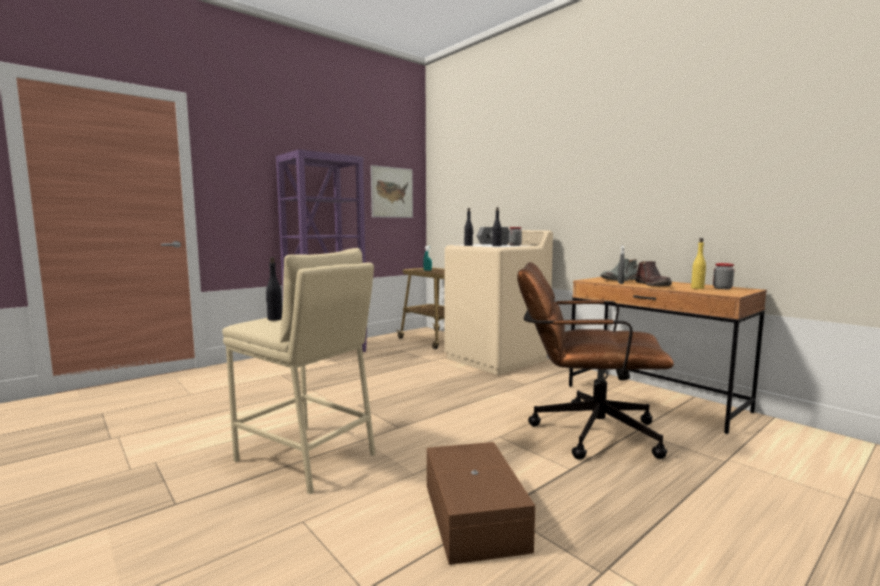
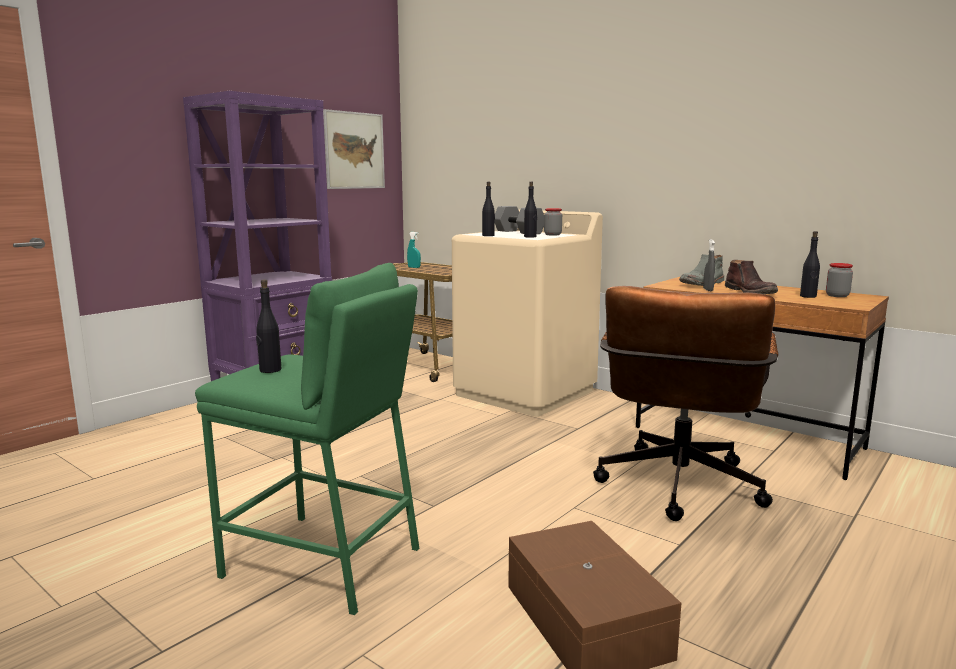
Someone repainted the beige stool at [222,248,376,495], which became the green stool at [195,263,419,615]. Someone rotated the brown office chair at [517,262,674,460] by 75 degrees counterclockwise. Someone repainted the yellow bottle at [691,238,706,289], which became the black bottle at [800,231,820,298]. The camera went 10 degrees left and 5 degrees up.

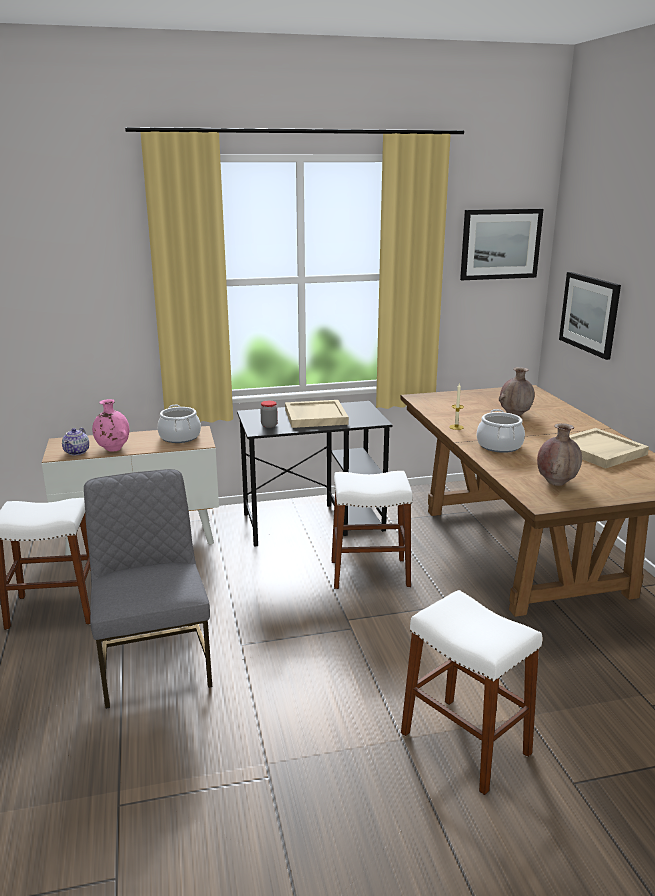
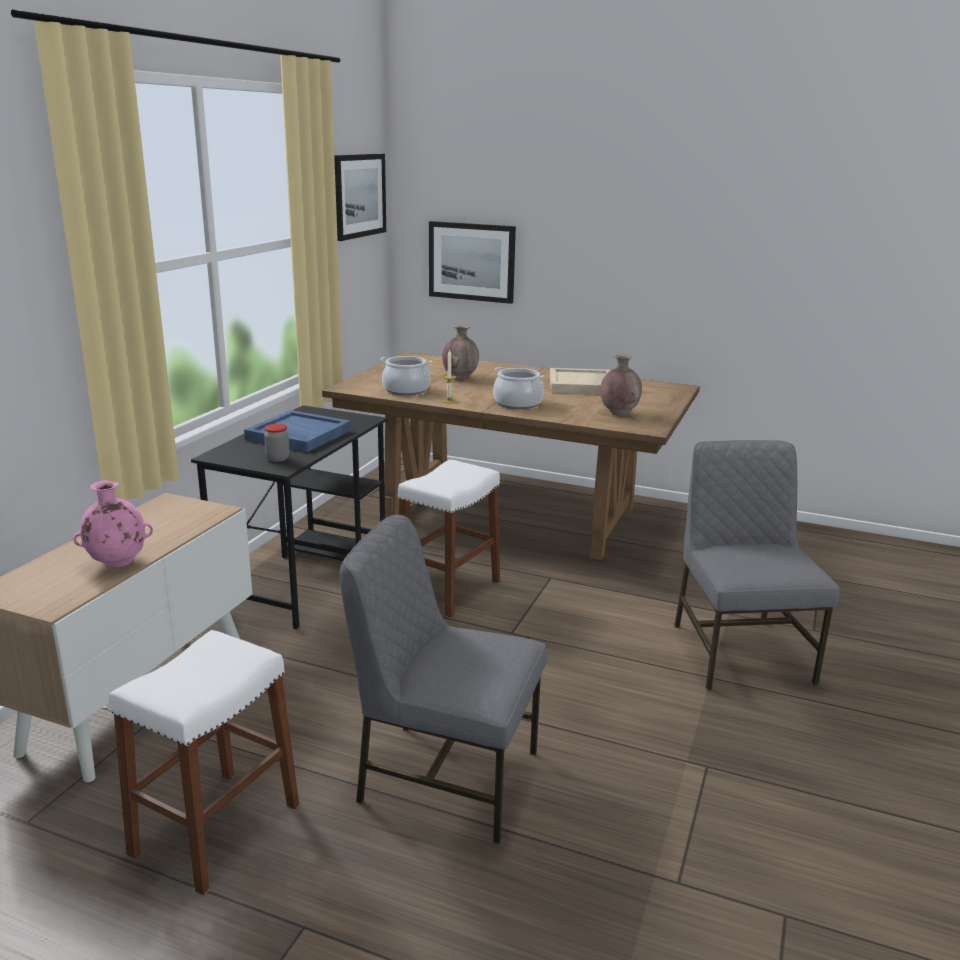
Someone repainted the beige tray at [285,400,349,428], which became the blue tray at [244,410,351,452]. Someone carried the cooking pot from [157,405,201,443] to [380,356,432,395]. Someone swapped the white stool at [401,590,542,795] for the grey chair at [674,440,840,690]. Someone took away the teapot at [62,428,89,455]. The camera went 55 degrees left and 0 degrees up.

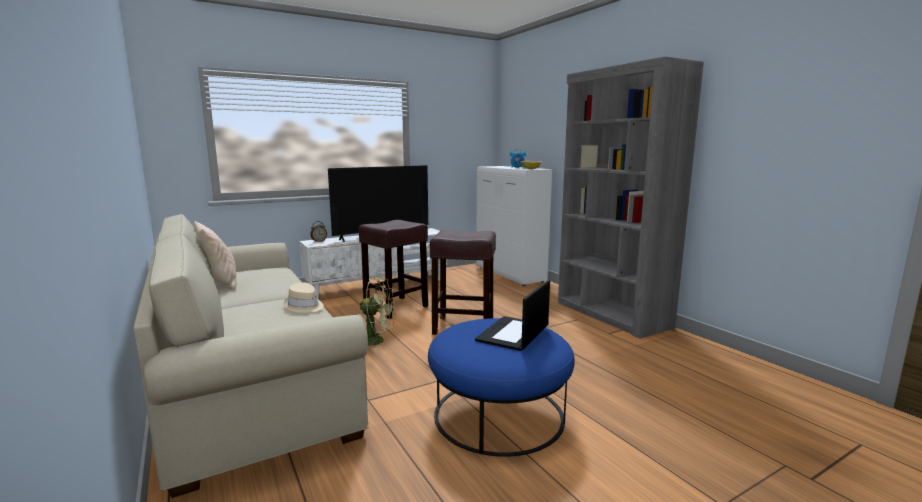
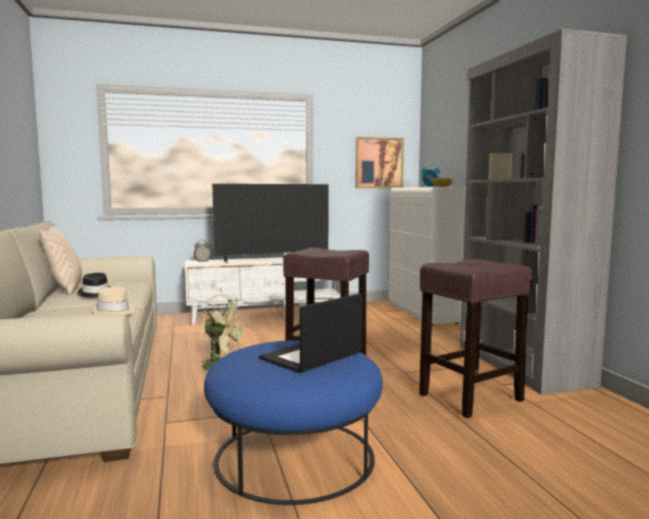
Someone put down the black hat at [78,273,111,298]. Someone put up the picture at [355,137,404,188]. Someone carried the brown stool from [358,220,428,319] to [419,259,532,418]. The camera went 15 degrees right and 5 degrees down.

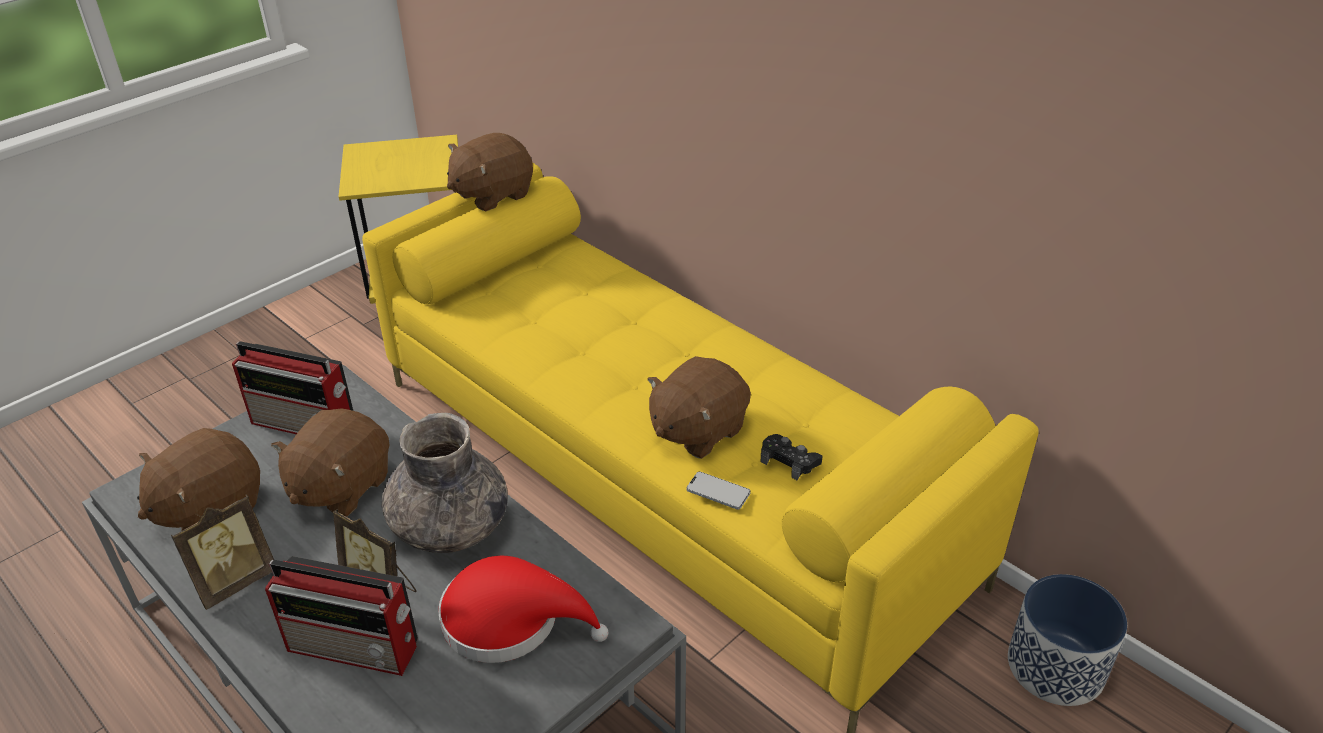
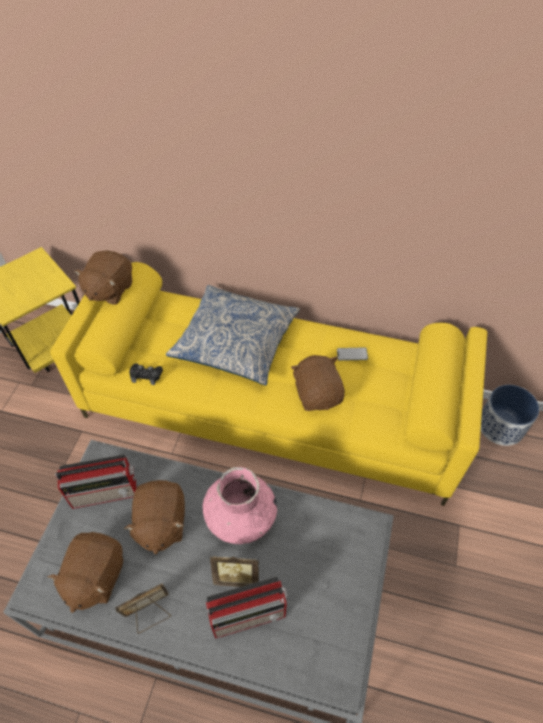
Someone rotated the picture frame at [170,495,274,610] by 135 degrees counterclockwise. Someone carried the black game controller from [760,434,823,481] to [129,363,163,385]. Someone put down the pillow at [166,285,300,385]. Someone repainted the grey vase at [381,413,508,553], which became the pink vase at [203,467,277,544]. Someone rotated the brown plush toy at [647,356,751,459] by 150 degrees clockwise. Someone carried the phone from [686,471,751,510] to [337,347,368,361]. Someone took away the red hat at [438,556,608,663]. The camera went 30 degrees left and 15 degrees up.

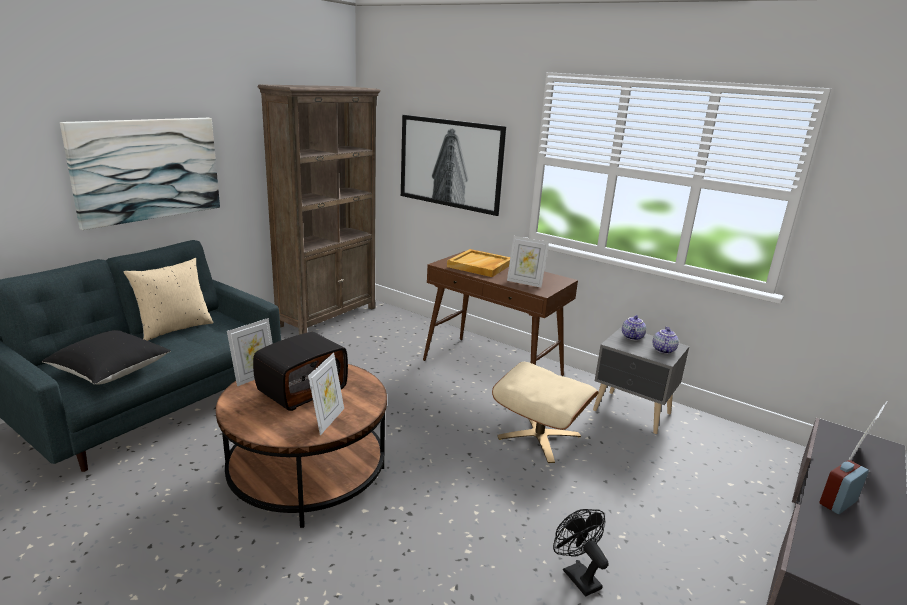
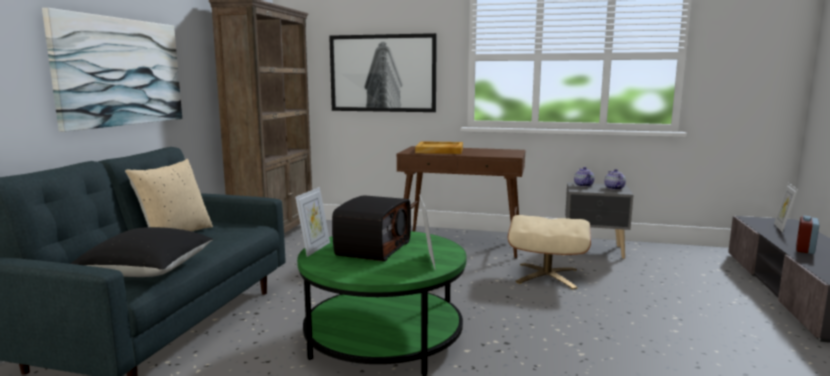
Someone repainted the brown coffee table at [216,364,387,528], which became the green coffee table at [297,231,467,376]. Someone took away the picture frame at [507,236,549,288]. Someone took away the black fan at [553,509,609,596]. The camera went 20 degrees left and 10 degrees down.

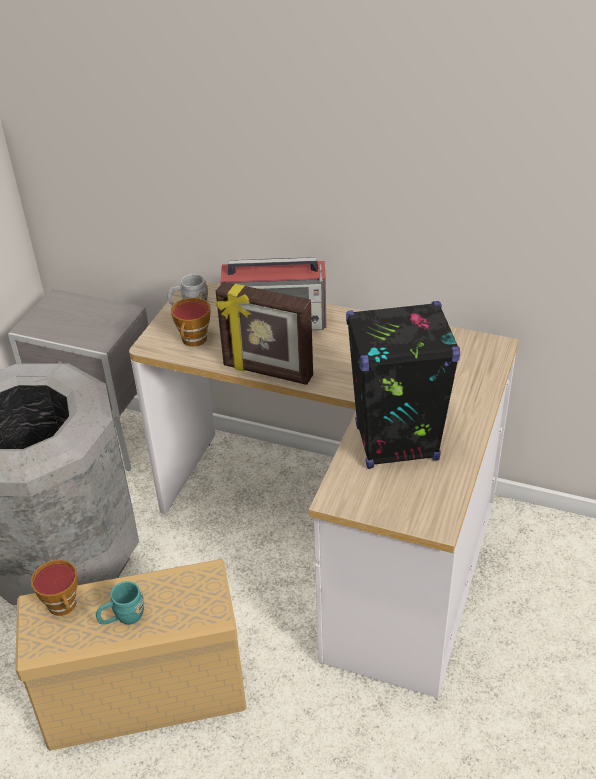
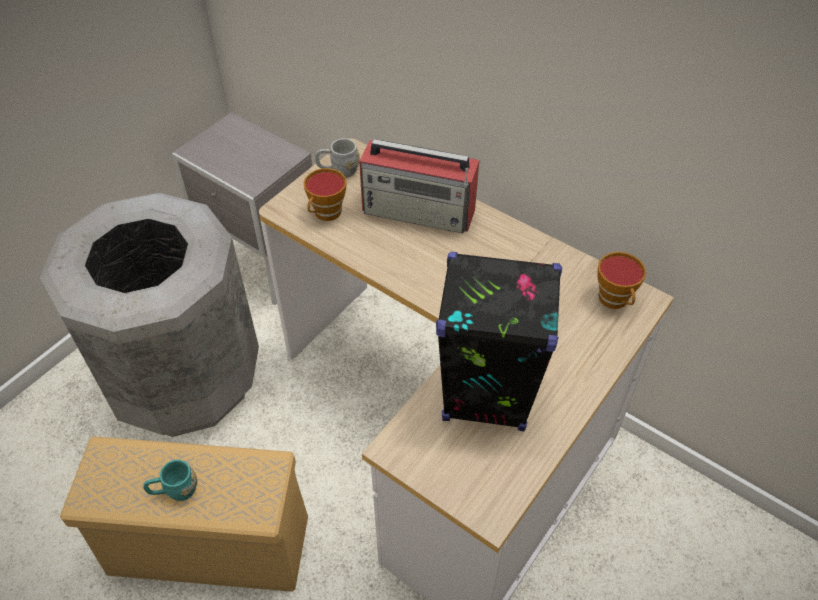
Someone carried the cup from [31,560,78,616] to [597,252,646,309]. Someone took away the picture frame at [216,281,313,385]. The camera went 15 degrees right and 10 degrees up.

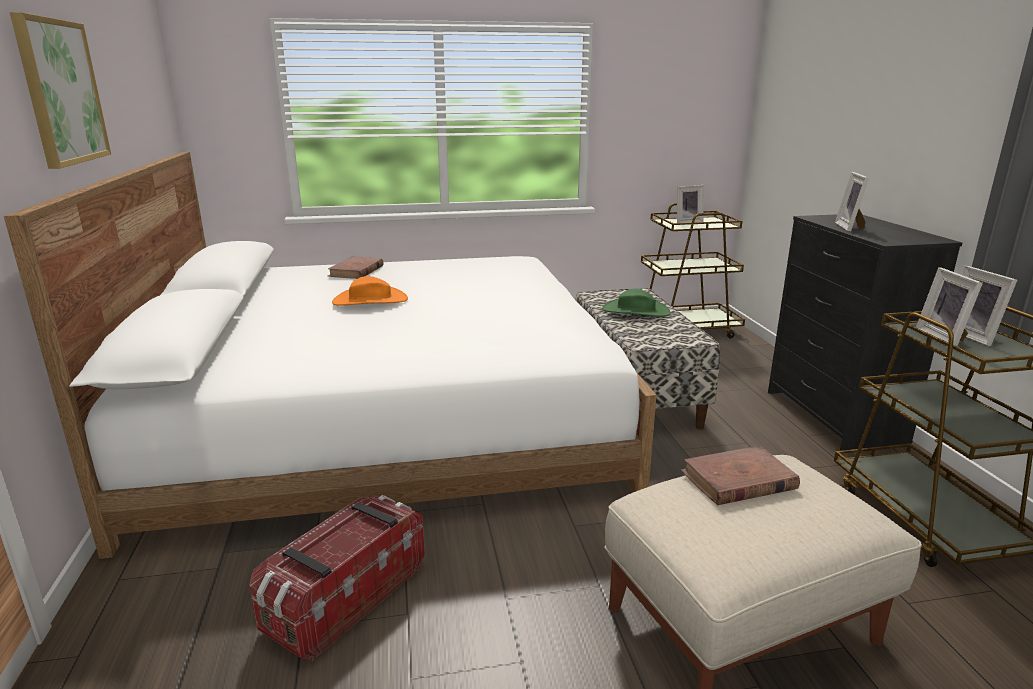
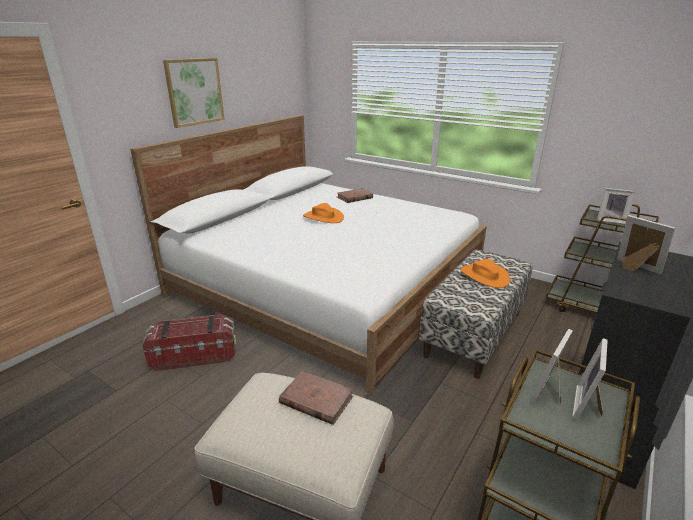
Someone repainted the green hat at [602,289,671,317], which became the orange hat at [461,259,510,288]. Someone rotated the picture frame at [835,172,869,232] by 90 degrees clockwise. The camera went 45 degrees right and 5 degrees up.

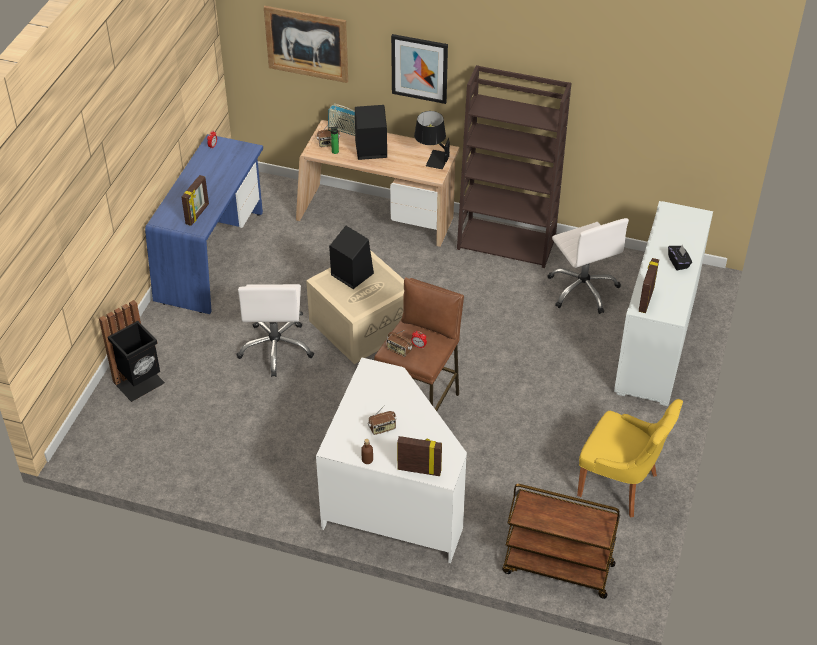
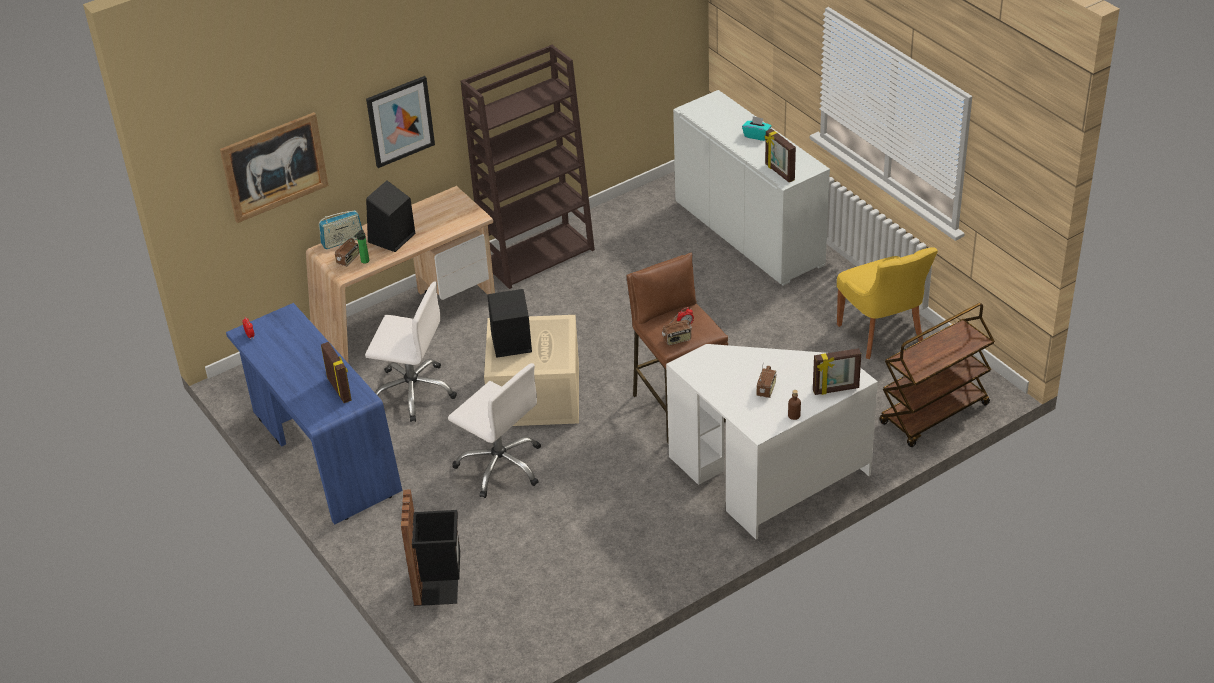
Someone carried the white office chair from [547,218,629,314] to [365,282,457,422]. Someone repainted the black tissue box at [668,245,692,270], which became the turquoise tissue box at [742,116,772,141]. Someone rotated the picture frame at [397,436,442,476] by 150 degrees counterclockwise. Someone rotated the yellow chair at [577,399,683,518] by 90 degrees clockwise. Someone took away the black table lamp at [414,111,450,169]. The camera went 50 degrees left and 5 degrees down.

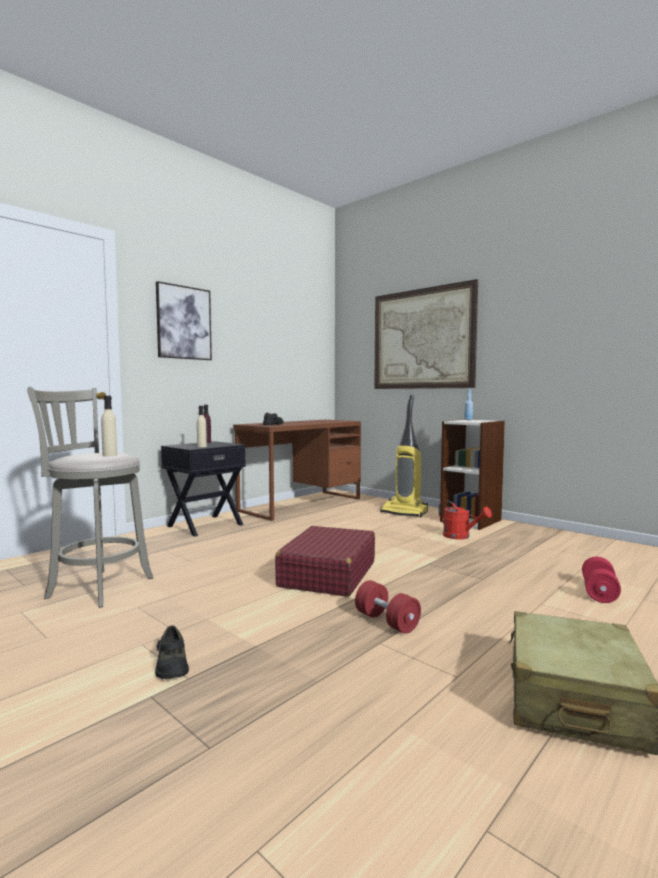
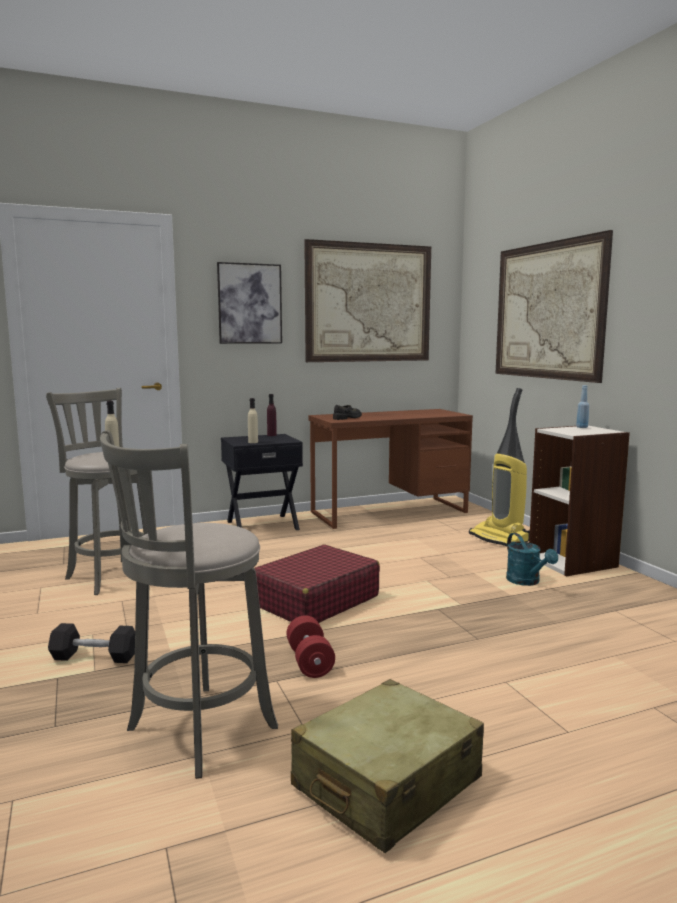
Someone swapped the black shoe at [155,625,189,679] for the black dumbbell at [48,623,135,663]. Someone put down the grey stool at [100,430,278,779]. Someone put up the picture at [304,239,431,362]. Someone repainted the red watering can at [438,500,492,540], which became the turquoise watering can at [506,533,558,586]. Someone took away the red dumbbell at [582,557,621,603]. The camera went 25 degrees right and 5 degrees up.

